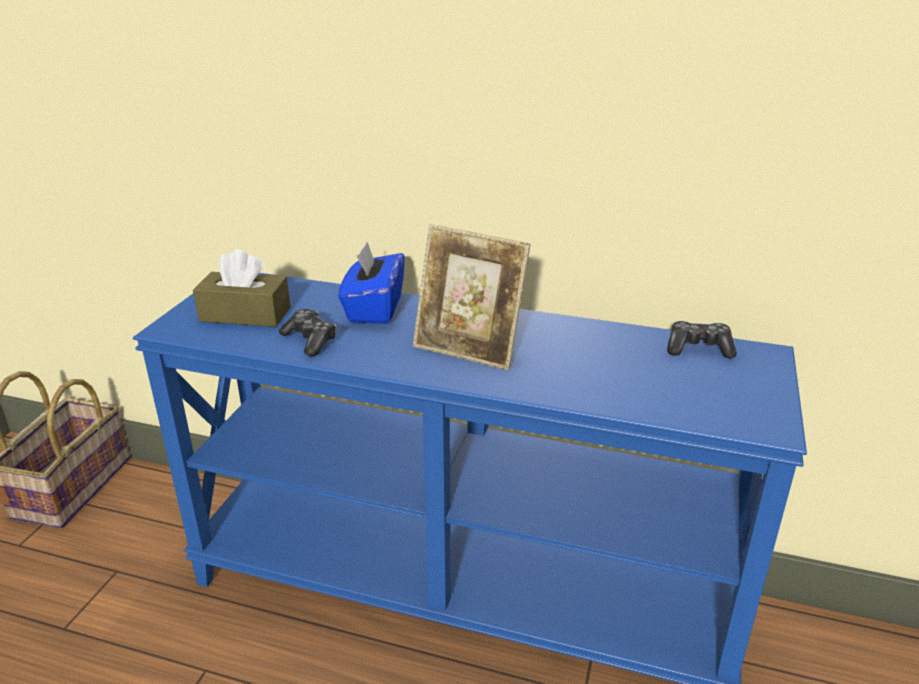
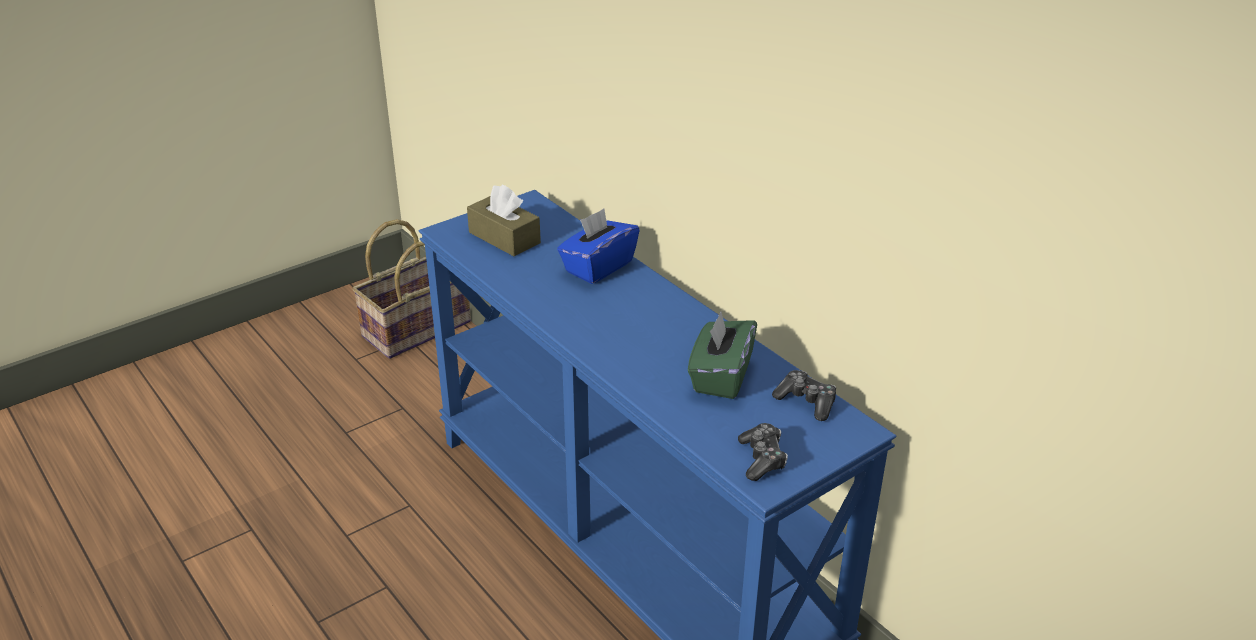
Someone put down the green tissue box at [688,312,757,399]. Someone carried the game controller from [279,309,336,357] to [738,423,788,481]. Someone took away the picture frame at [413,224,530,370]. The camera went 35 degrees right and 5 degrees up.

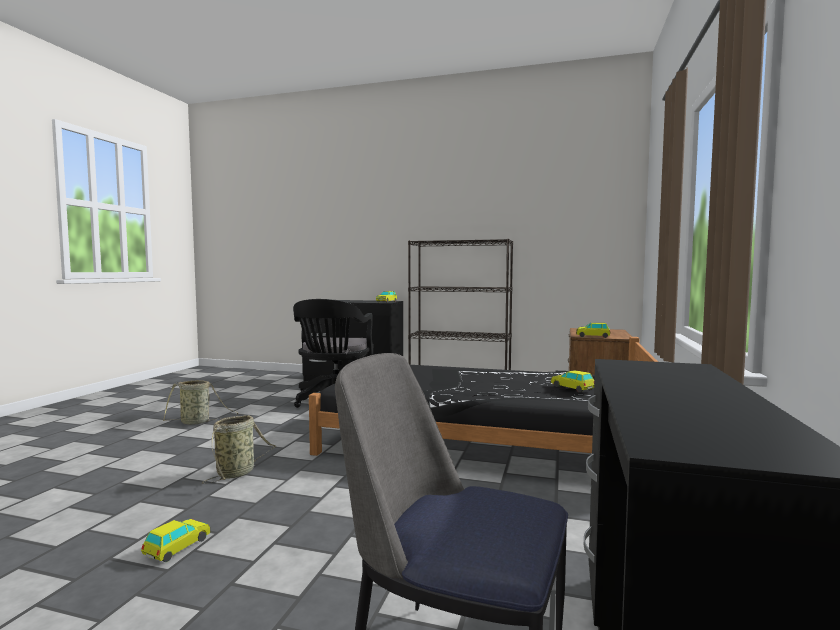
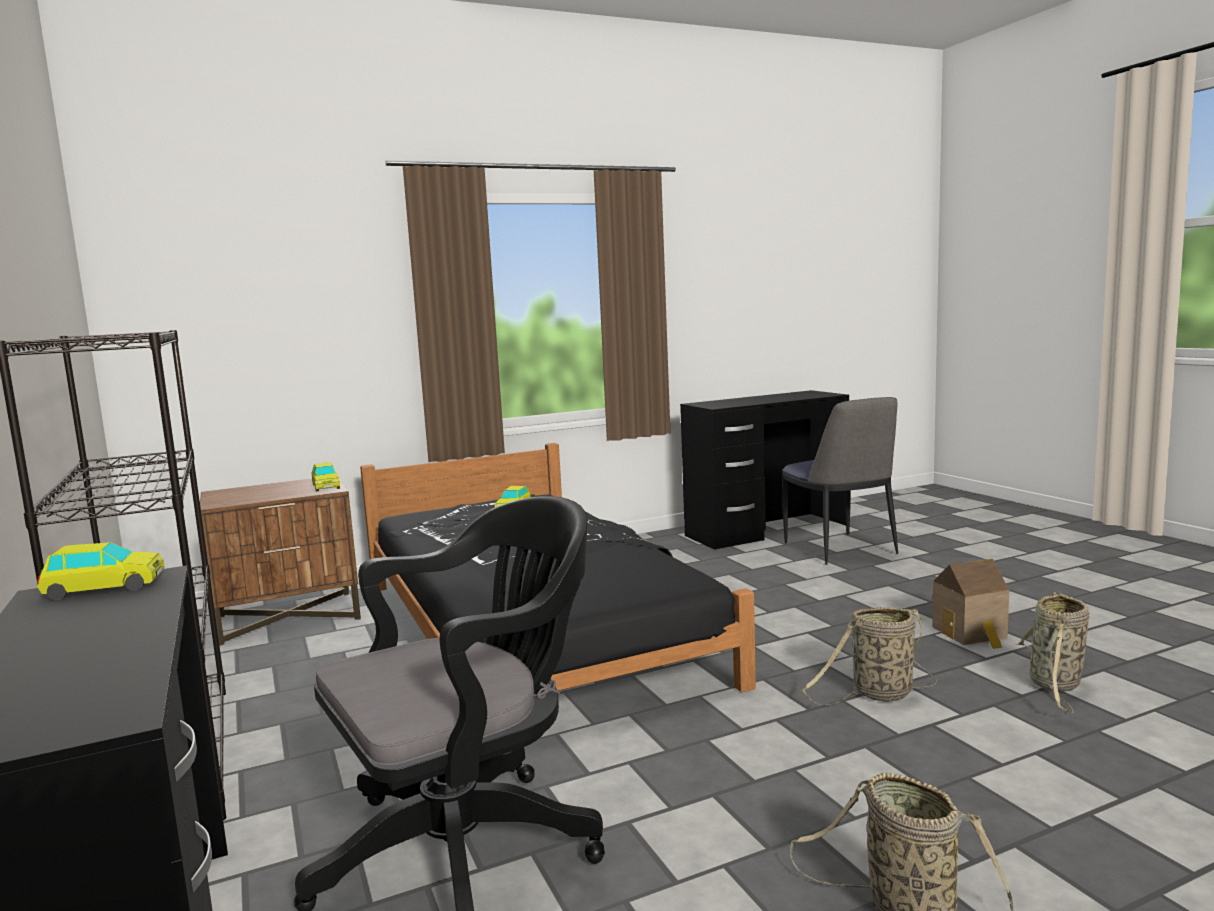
Someone swapped the toy car at [141,519,210,562] for the toy house at [932,559,1009,649]. Someone put down the basket at [1015,592,1089,713]. The camera went 130 degrees left and 5 degrees up.

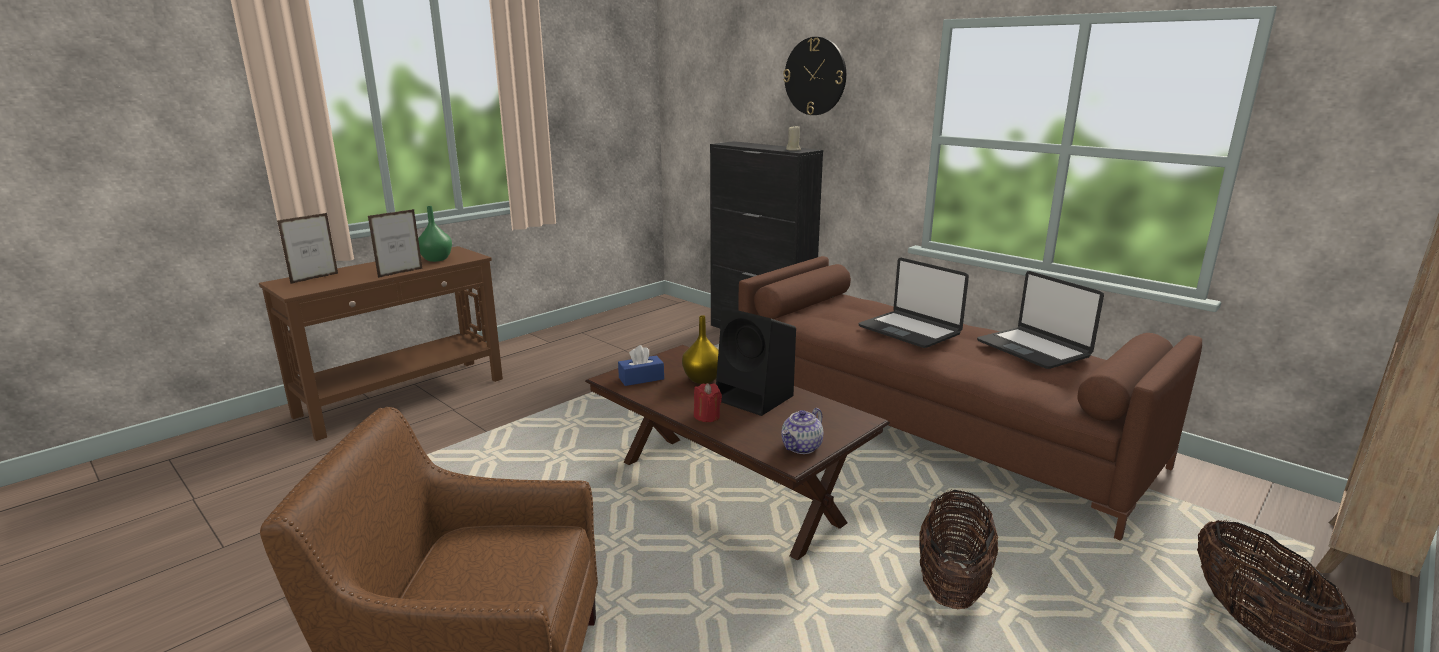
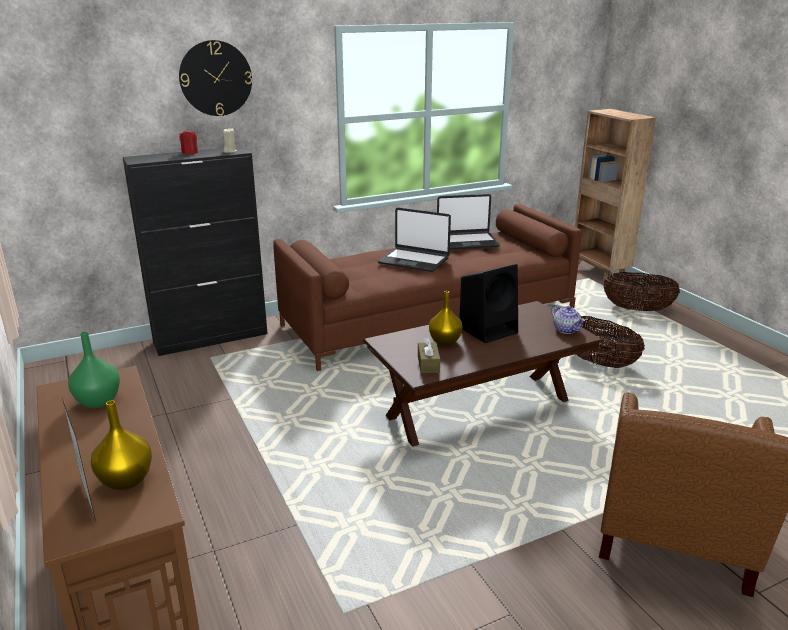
Someone put down the yellow vase at [91,401,152,490]. Someone carried the red candle from [694,383,722,422] to [180,129,198,154]. Someone rotated the laptop at [858,258,969,348] by 45 degrees clockwise. Someone repainted the blue tissue box at [618,345,664,386], which became the brown tissue box at [418,337,440,373]. Someone took away the picture frame at [368,209,423,278]. The camera went 70 degrees left and 5 degrees up.

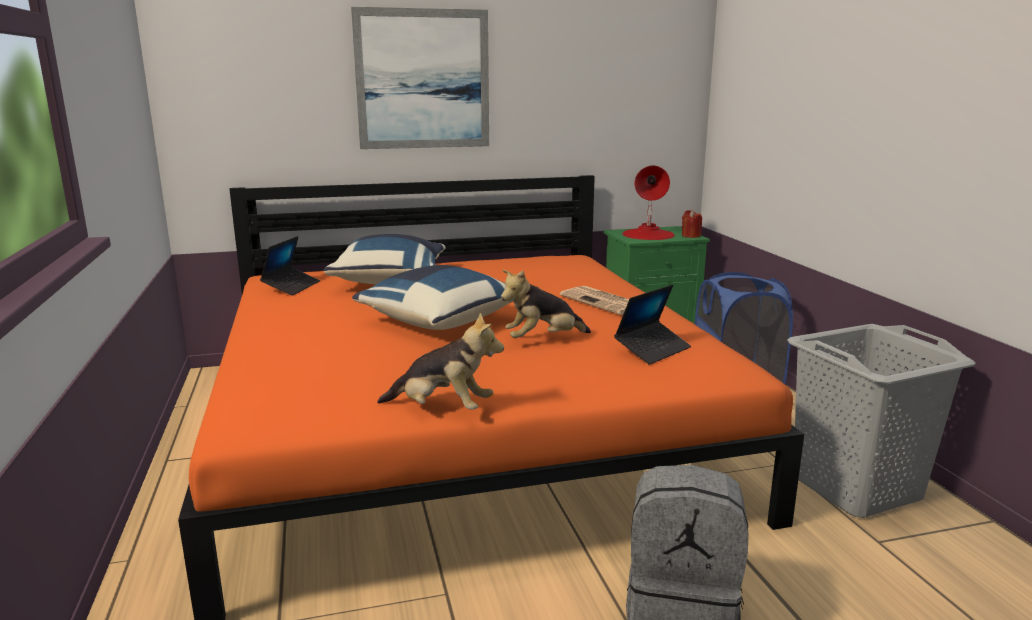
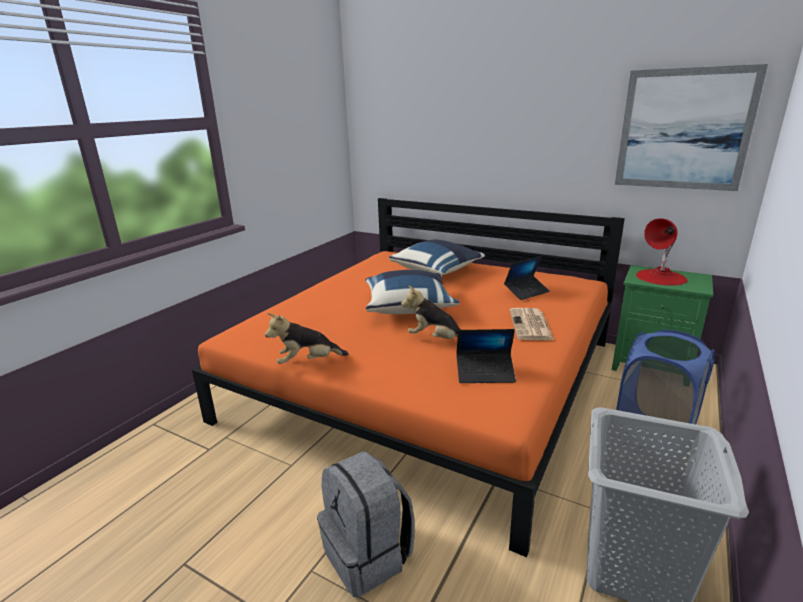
Someone rotated the plush toy at [377,312,504,410] by 105 degrees clockwise. Someone carried the laptop from [260,236,320,296] to [504,256,550,300]. Someone carried the picture from [351,7,489,149] to [615,64,768,191]. Someone took away the red candle at [682,210,702,238]. The camera went 45 degrees right and 5 degrees up.

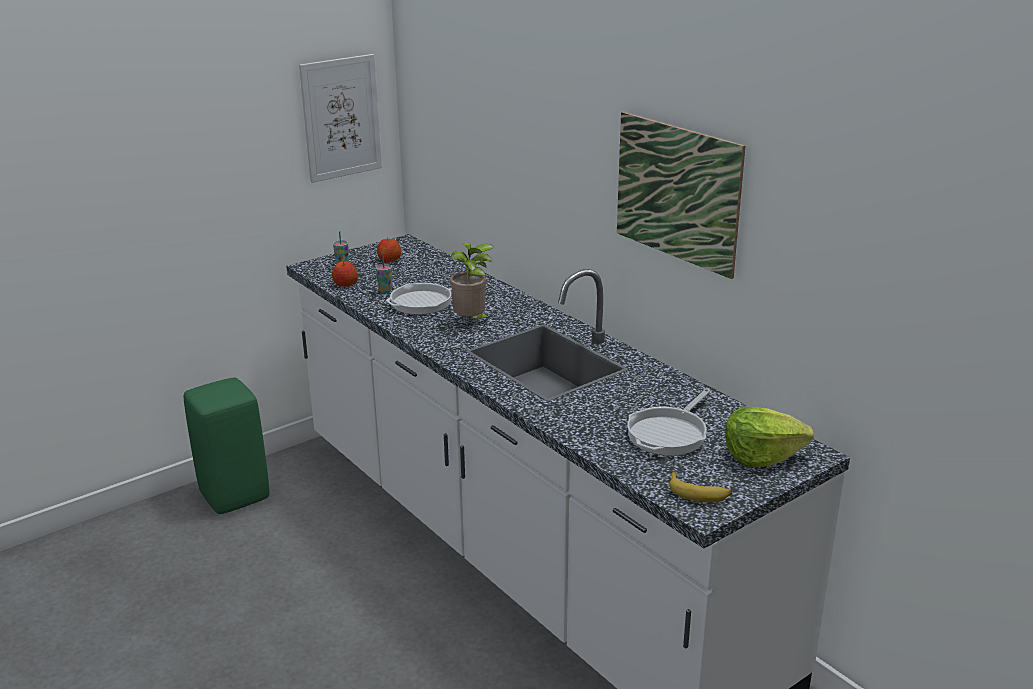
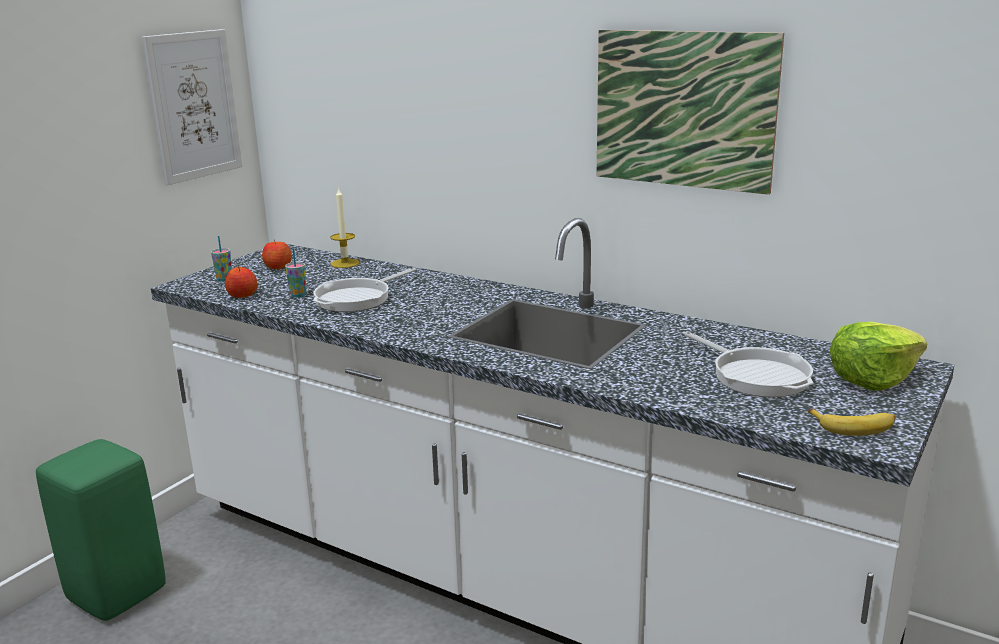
Someone put down the candle at [330,187,360,268]. Someone rotated the frying pan at [627,389,710,456] by 45 degrees counterclockwise. Someone took away the potted plant at [450,243,494,320]. The camera went 20 degrees left and 5 degrees down.

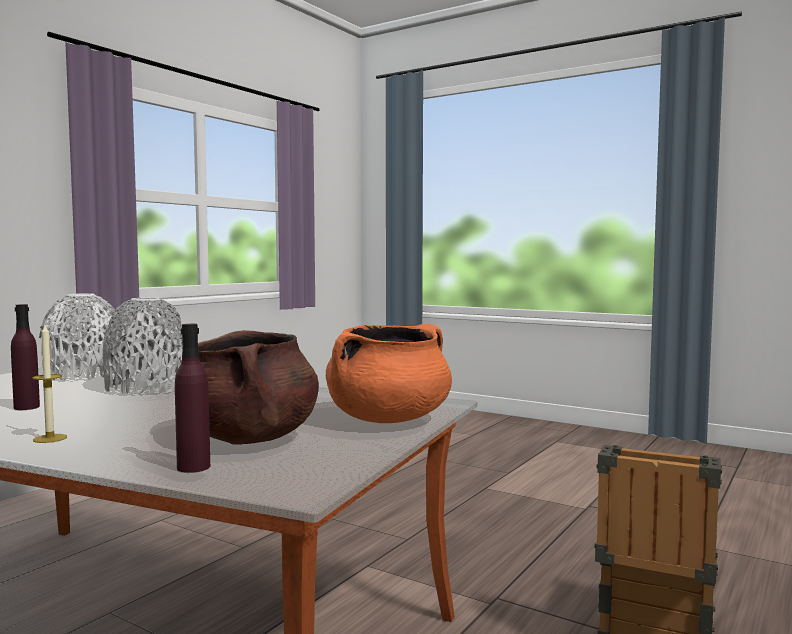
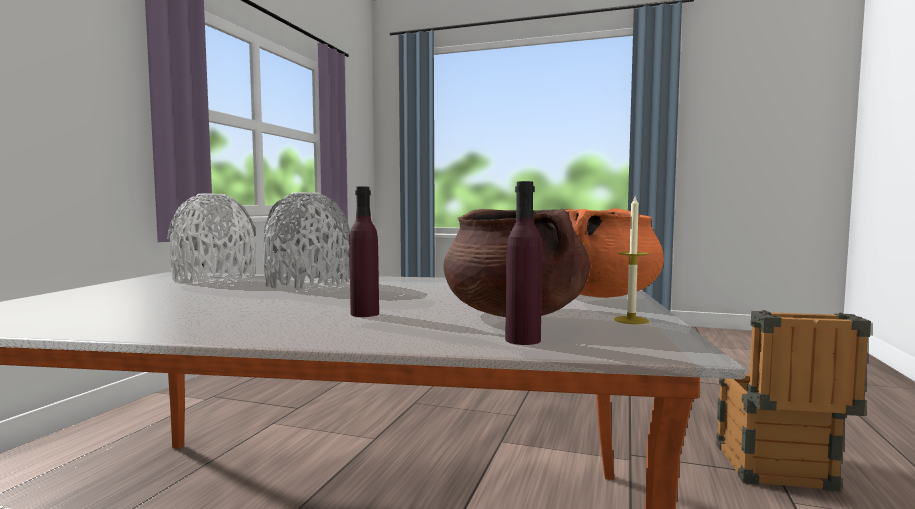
Someone carried the purple bottle from [11,304,40,410] to [349,187,379,317]. Someone carried the candle from [32,323,67,443] to [614,197,649,324]. The camera went 15 degrees left and 0 degrees up.

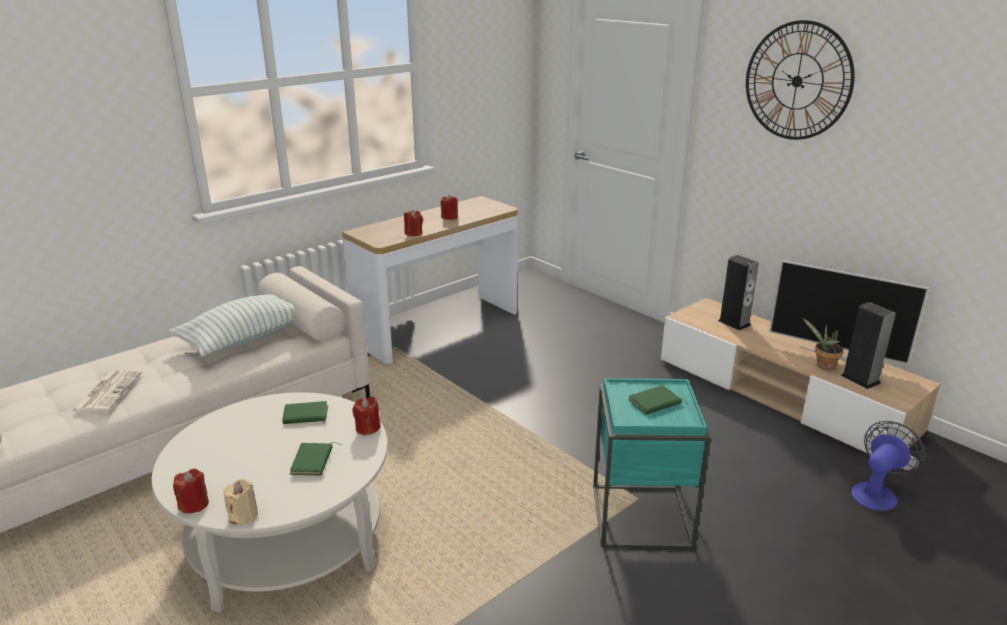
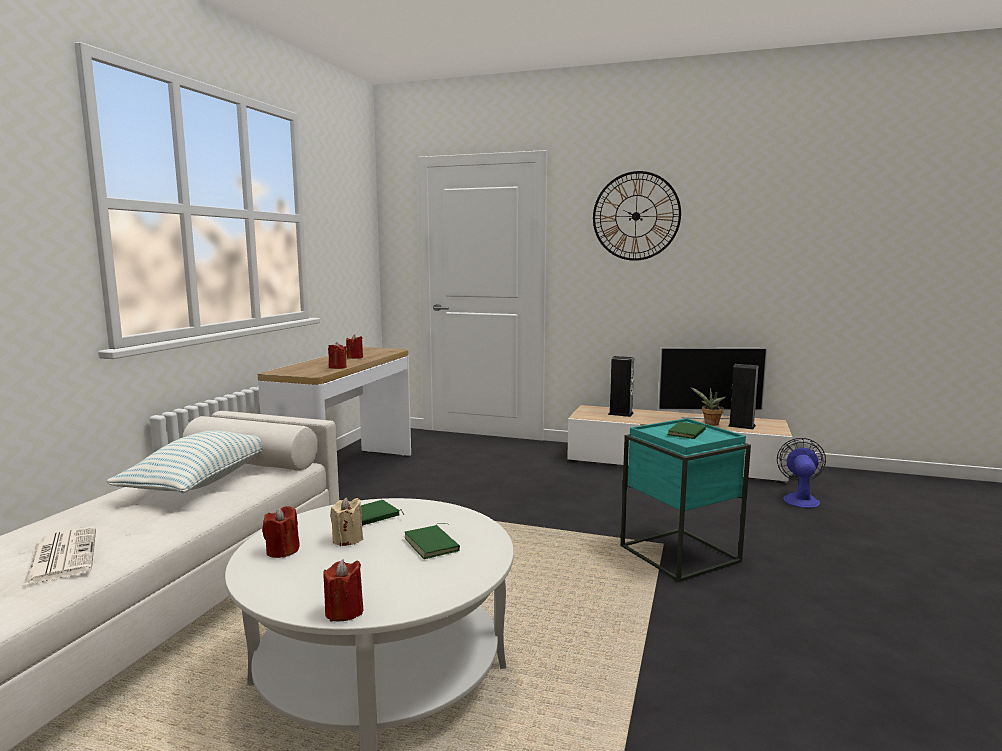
Someone carried the red candle from [352,396,381,435] to [262,506,300,558]. Someone carried the beige candle from [224,479,258,525] to [330,497,363,546]. The camera went 30 degrees left and 15 degrees down.

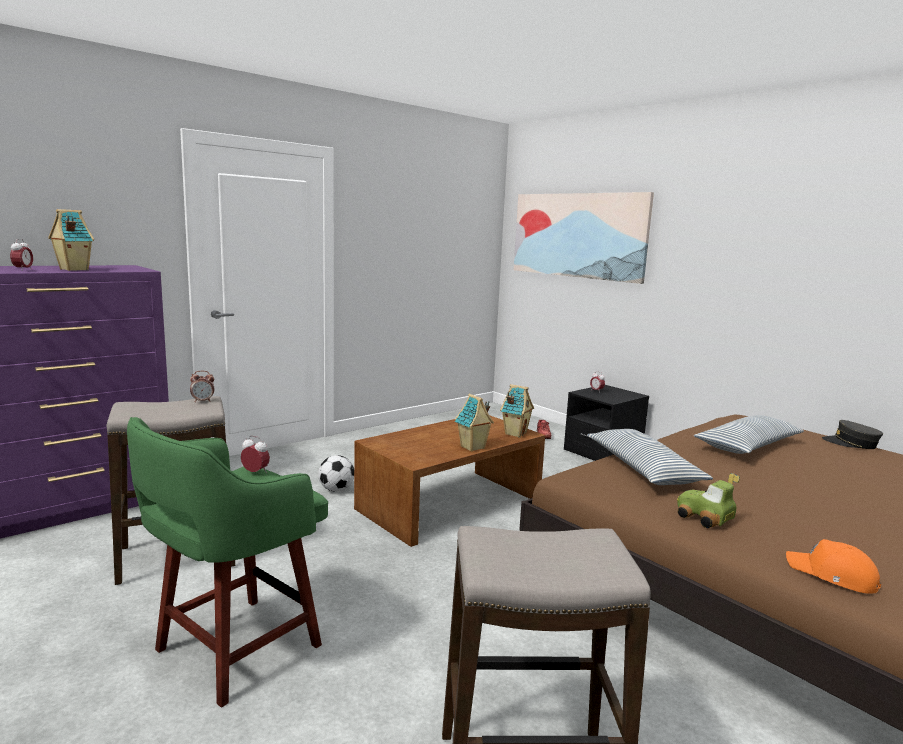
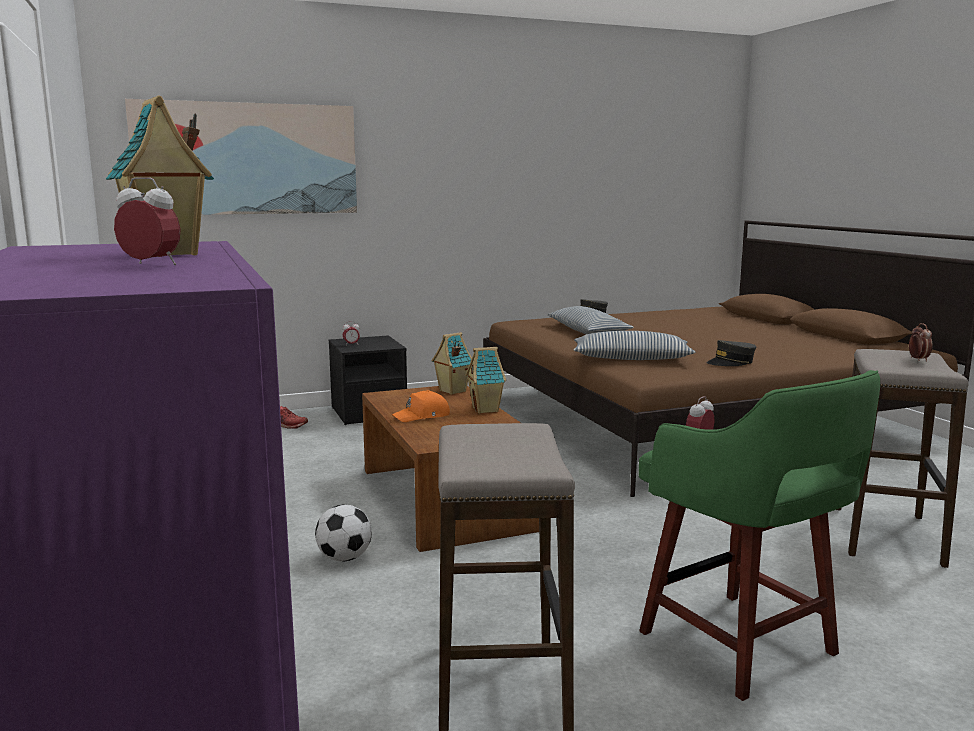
Someone carried the orange cap from [786,539,881,594] to [392,390,450,422]. Someone swapped the toy car at [677,473,740,528] for the grey cap at [706,340,756,366]. Someone carried the alarm clock from [190,371,215,402] to [909,323,933,362]. The camera went 70 degrees left and 0 degrees up.

